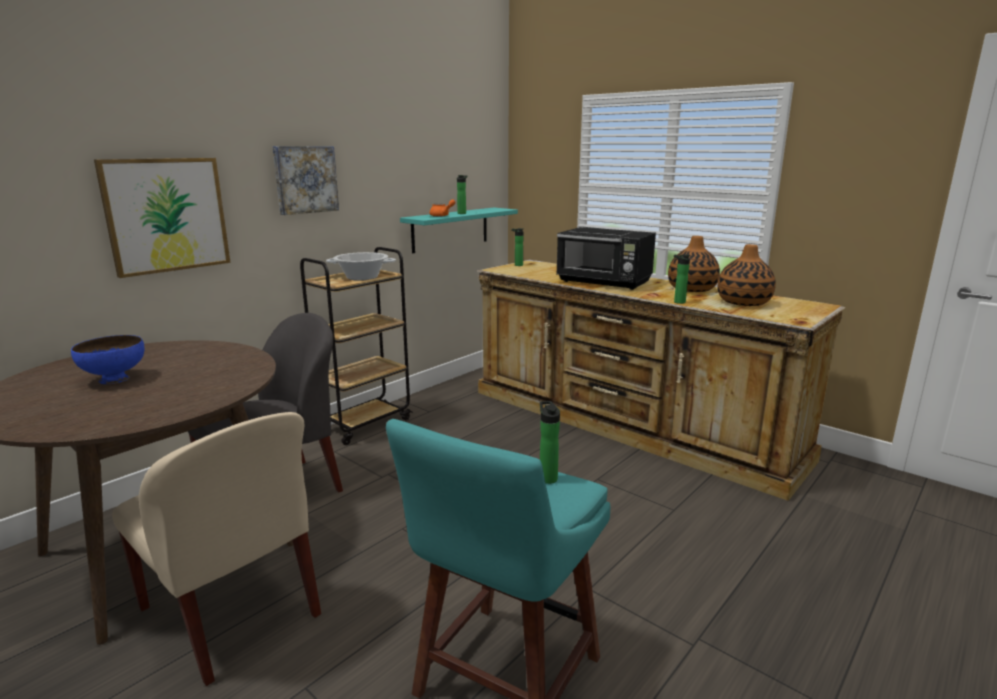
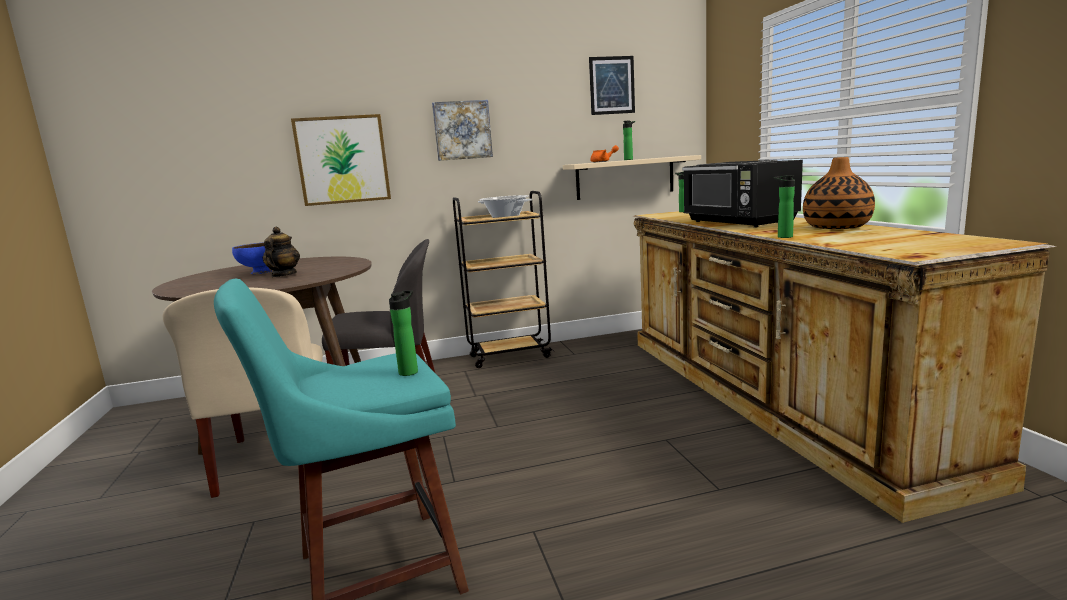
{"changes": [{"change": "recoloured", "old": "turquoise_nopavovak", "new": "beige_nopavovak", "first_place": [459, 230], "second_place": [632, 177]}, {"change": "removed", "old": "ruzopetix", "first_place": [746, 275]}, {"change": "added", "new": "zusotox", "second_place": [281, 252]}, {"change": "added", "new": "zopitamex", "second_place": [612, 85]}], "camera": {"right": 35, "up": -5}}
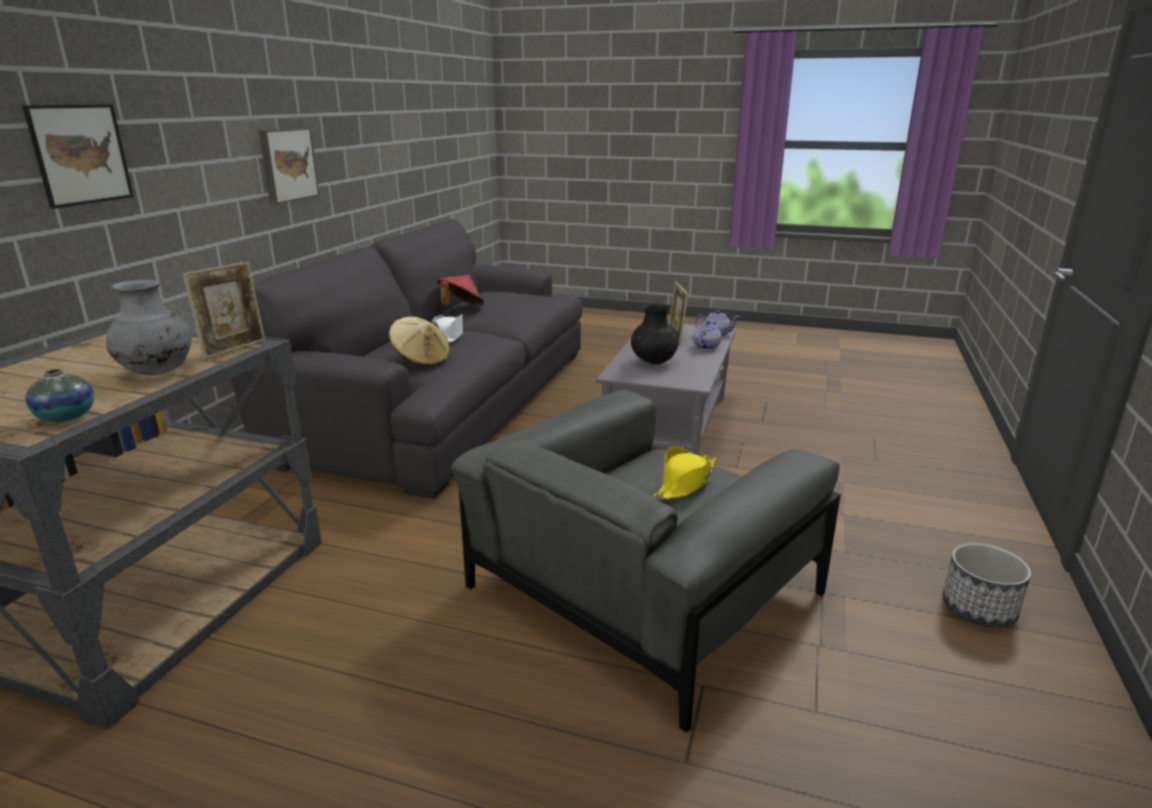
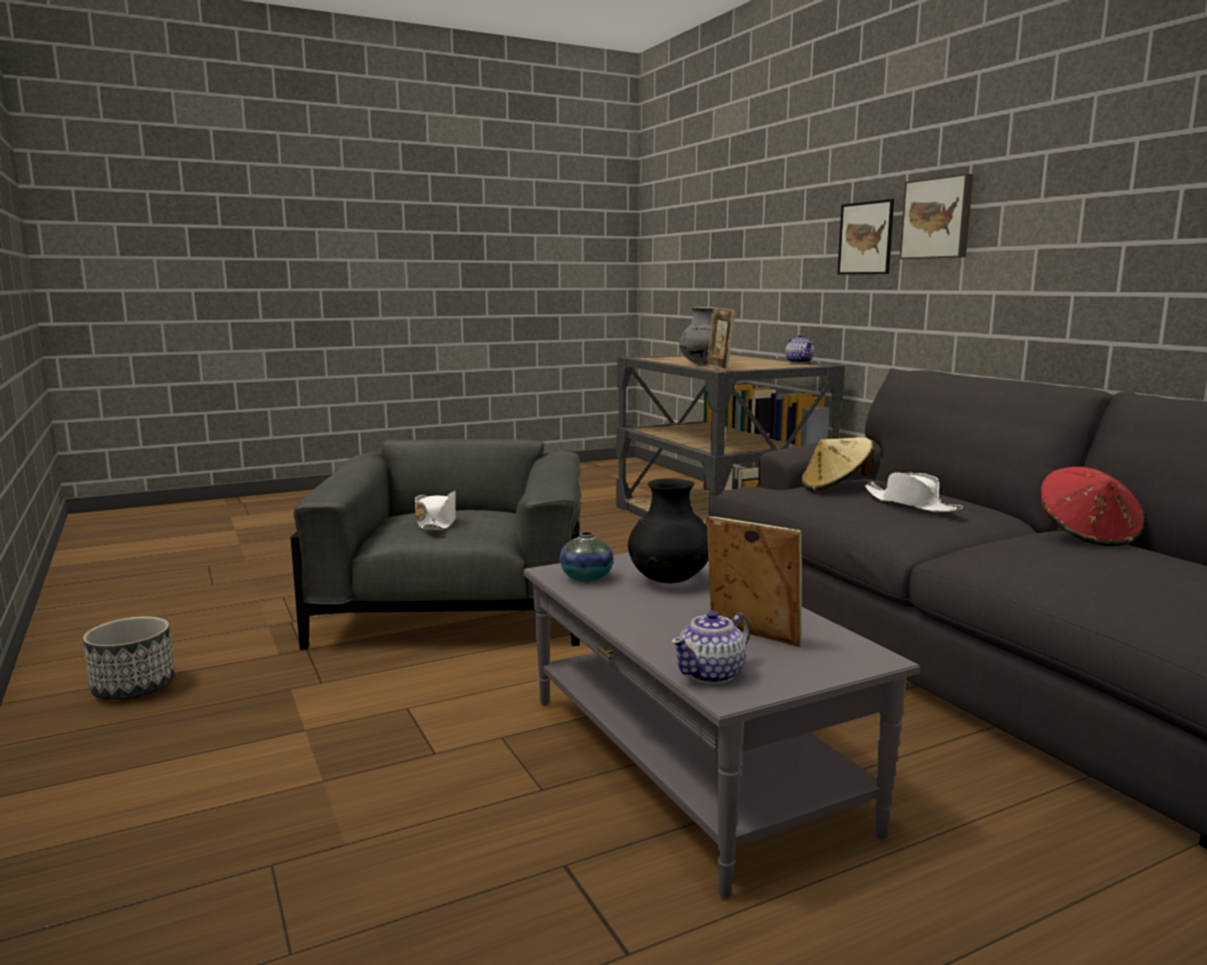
{"changes": [{"change": "moved", "old": "ruzopetix", "first_place": [59, 395], "second_place": [586, 557]}, {"change": "moved", "old": "zopitamex", "first_place": [289, 166], "second_place": [936, 216]}, {"change": "recoloured", "old": "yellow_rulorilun", "new": "white_rulorilun", "first_place": [684, 472], "second_place": [435, 510]}, {"change": "moved", "old": "zusotox", "first_place": [707, 335], "second_place": [799, 348]}], "camera": {"right": 135, "up": -10}}
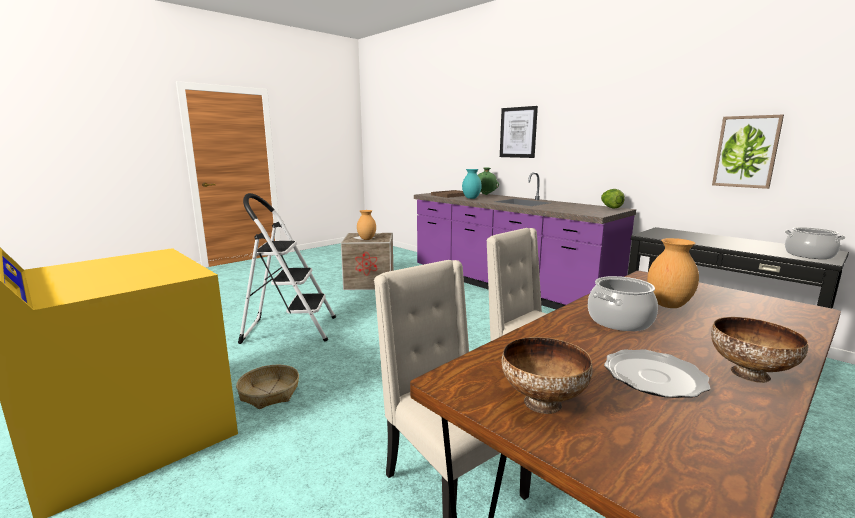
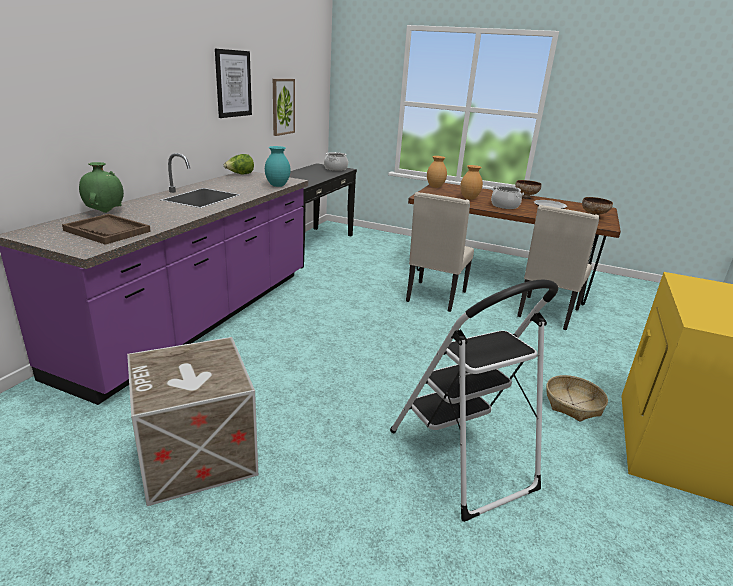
{"changes": [{"change": "moved", "old": "brown_ruzopetix", "first_place": [366, 225], "second_place": [437, 172]}, {"change": "moved", "old": "turquoise_ruzopetix", "first_place": [472, 184], "second_place": [277, 166]}, {"change": "moved", "old": "zopitamex", "first_place": [519, 132], "second_place": [233, 83]}], "camera": {"right": -115, "up": 10}}
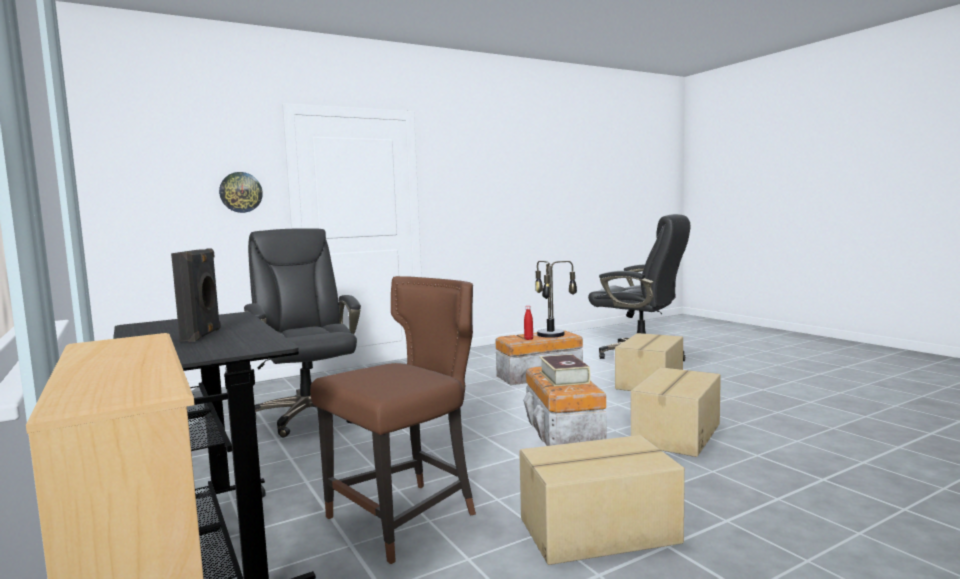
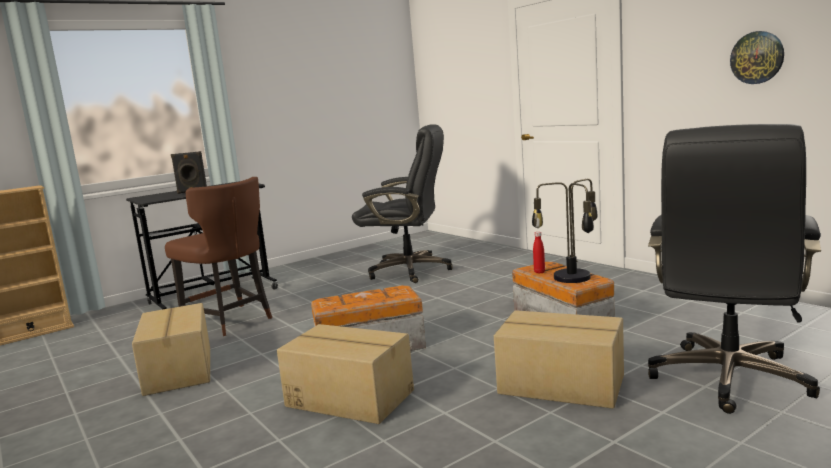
{"changes": [{"change": "moved", "old": "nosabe", "first_place": [241, 192], "second_place": [757, 57]}, {"change": "turned", "old": "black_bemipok", "first_place": [302, 333], "second_place": [402, 203], "degrees": 45}, {"change": "removed", "old": "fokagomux", "first_place": [564, 370]}], "camera": {"right": 85, "up": 5}}
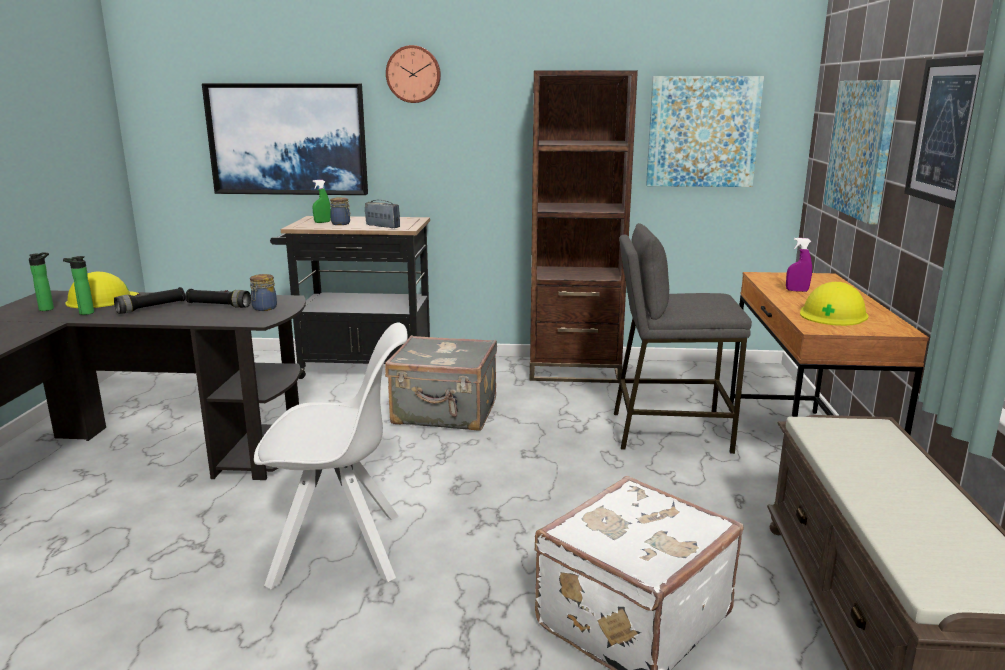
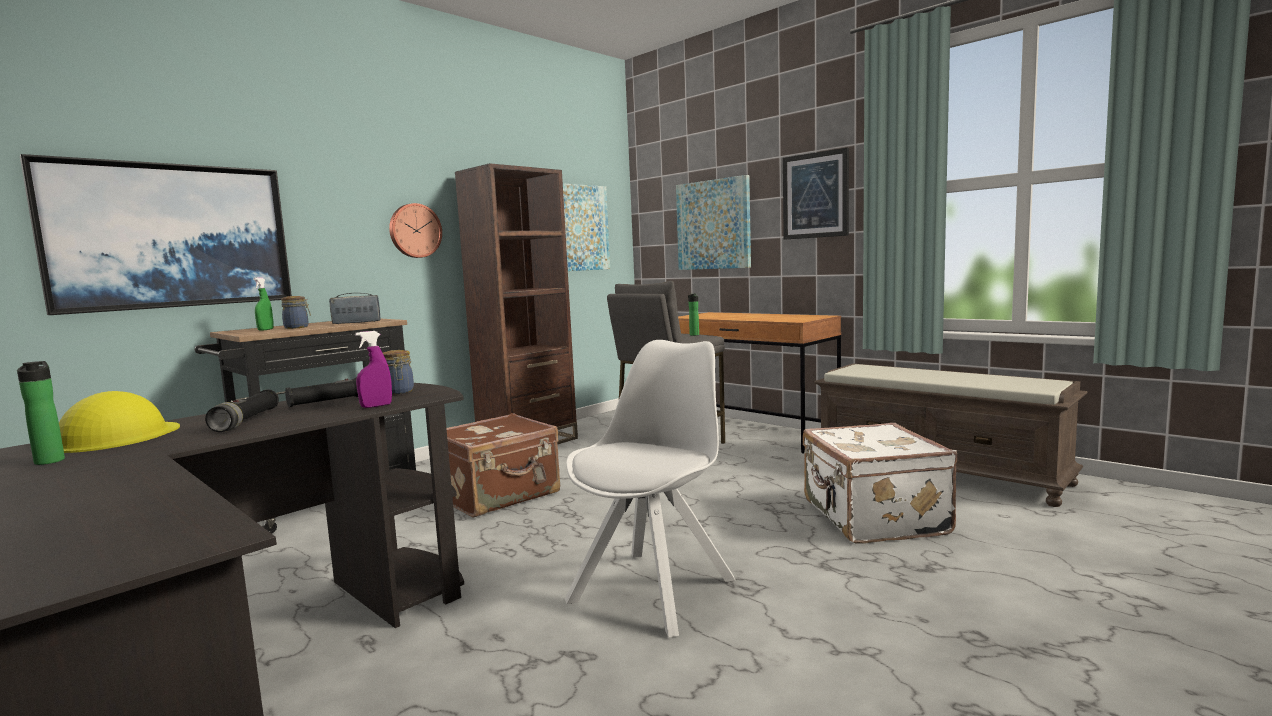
{"changes": [{"change": "moved", "old": "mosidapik", "first_place": [78, 285], "second_place": [693, 315]}, {"change": "recoloured", "old": "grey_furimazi", "new": "brown_furimazi", "first_place": [441, 383], "second_place": [503, 465]}, {"change": "moved", "old": "nosabe", "first_place": [413, 74], "second_place": [415, 230]}, {"change": "moved", "old": "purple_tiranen", "first_place": [799, 265], "second_place": [373, 369]}, {"change": "removed", "old": "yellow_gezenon", "first_place": [834, 304]}], "camera": {"right": -50, "up": -10}}
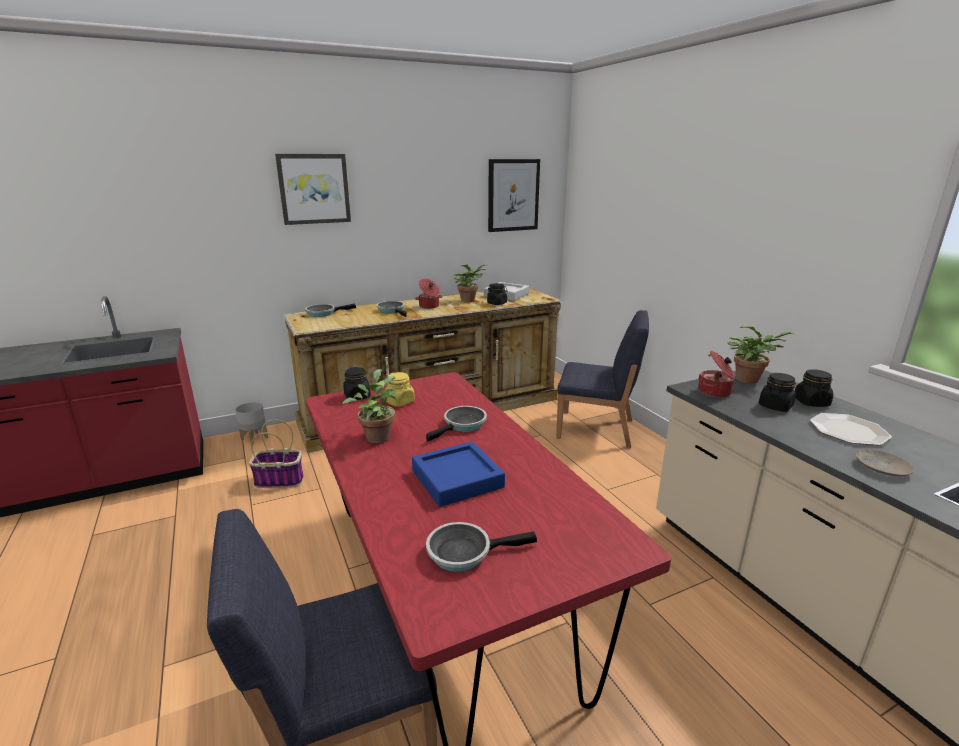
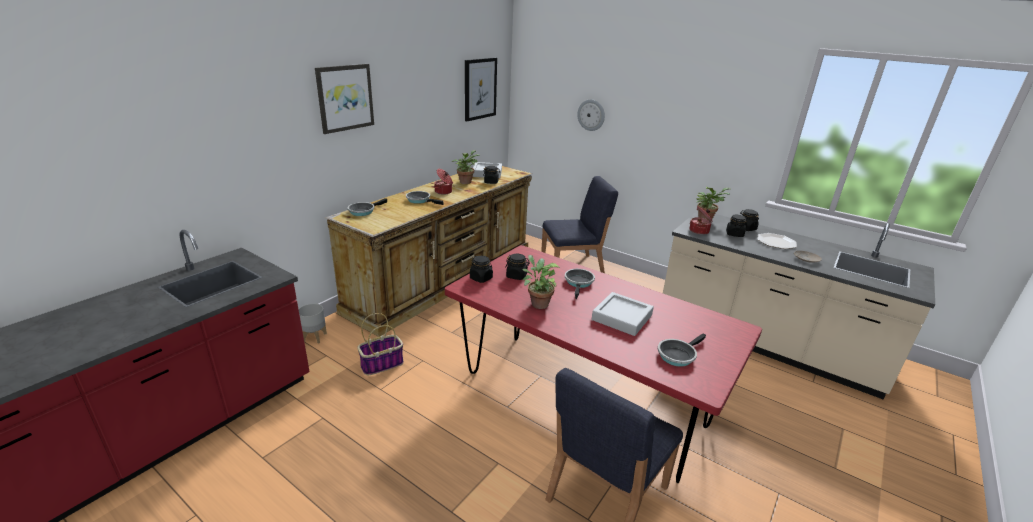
{"changes": [{"change": "recoloured", "old": "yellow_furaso", "new": "black_furaso", "first_place": [399, 389], "second_place": [517, 267]}, {"change": "recoloured", "old": "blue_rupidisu", "new": "grey_rupidisu", "first_place": [458, 474], "second_place": [623, 314]}, {"change": "added", "new": "nosabe", "second_place": [591, 115]}], "camera": {"right": -30, "up": 5}}
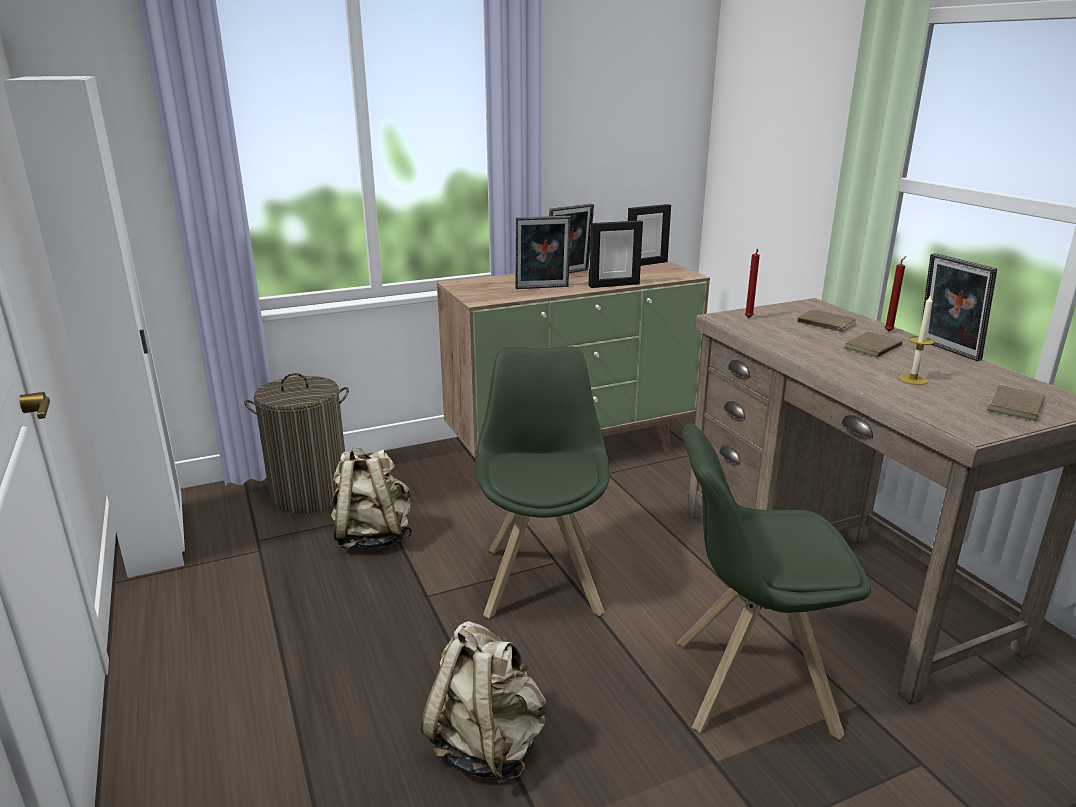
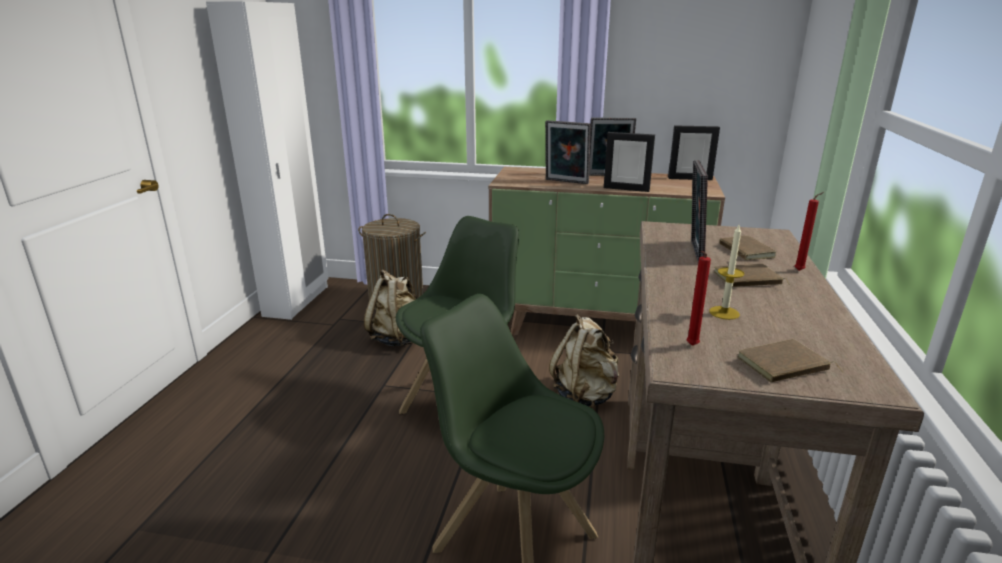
{"changes": [{"change": "moved", "old": "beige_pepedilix", "first_place": [483, 702], "second_place": [584, 361]}, {"change": "moved", "old": "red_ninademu", "first_place": [752, 283], "second_place": [698, 298]}, {"change": "moved", "old": "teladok", "first_place": [959, 307], "second_place": [699, 211]}], "camera": {"right": 35, "up": 0}}
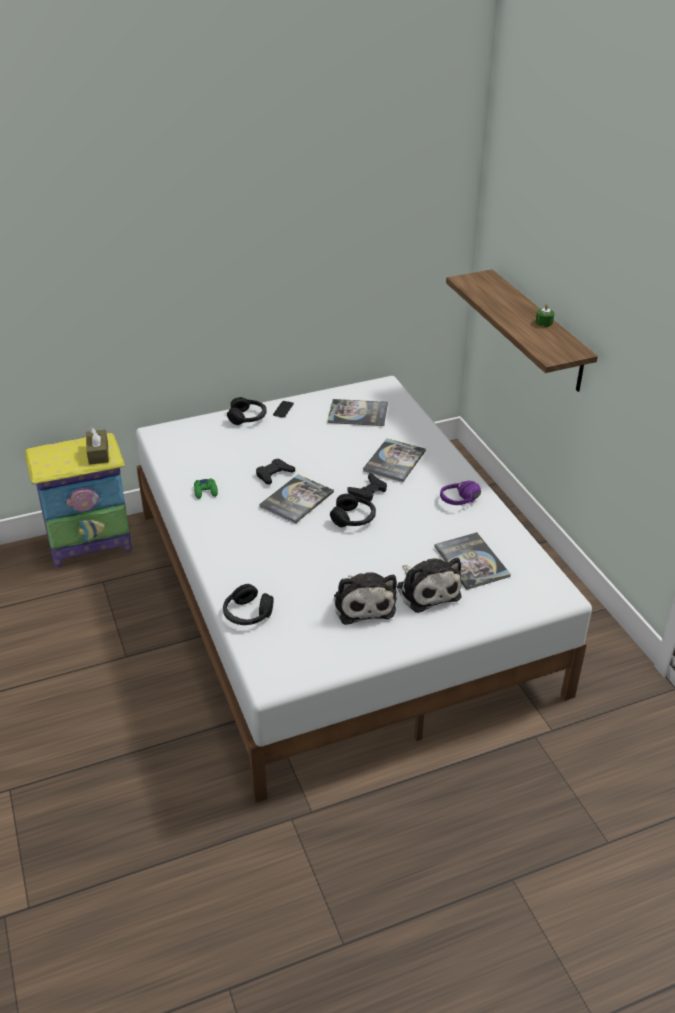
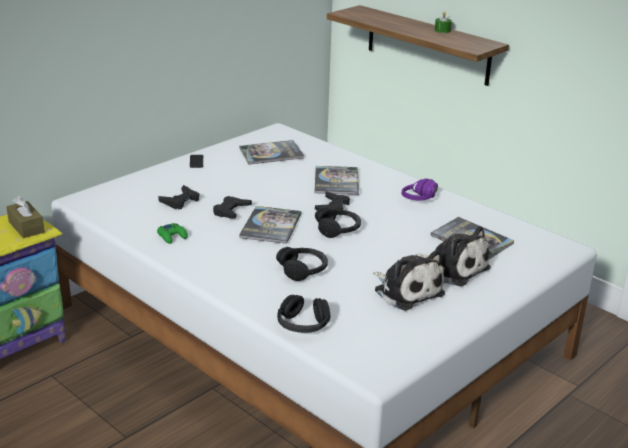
{"changes": [{"change": "moved", "old": "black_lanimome", "first_place": [247, 411], "second_place": [302, 264]}, {"change": "added", "new": "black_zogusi", "second_place": [179, 197]}], "camera": {"right": -25, "up": -10}}
